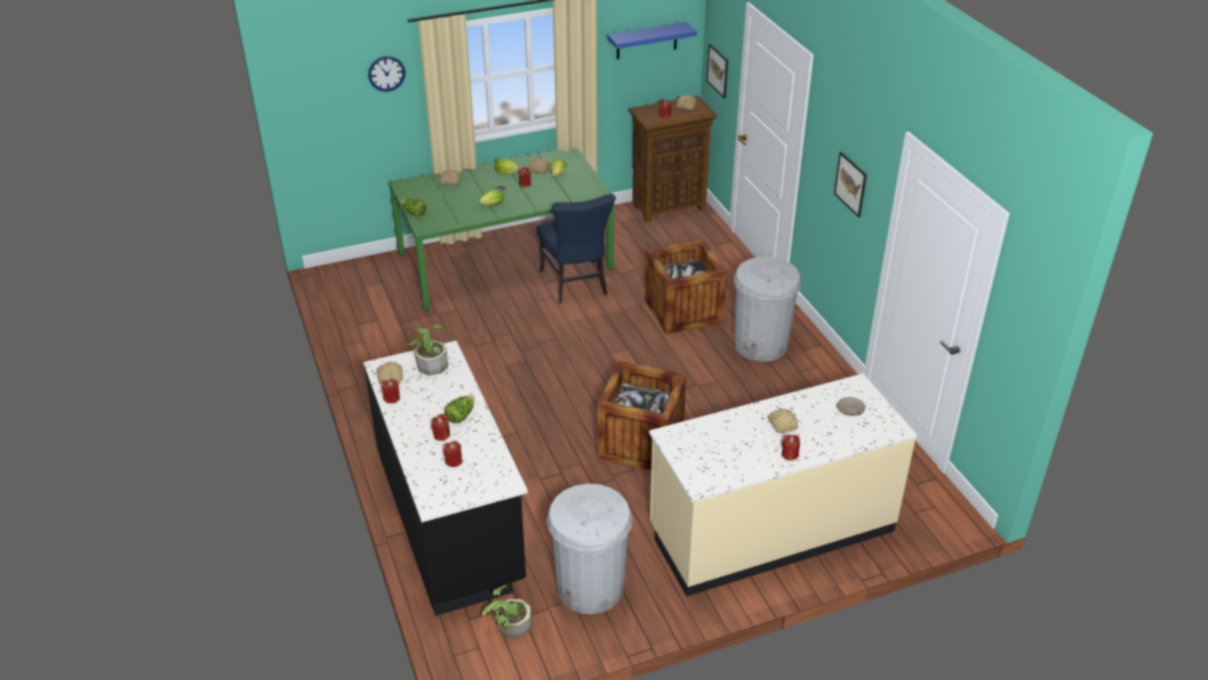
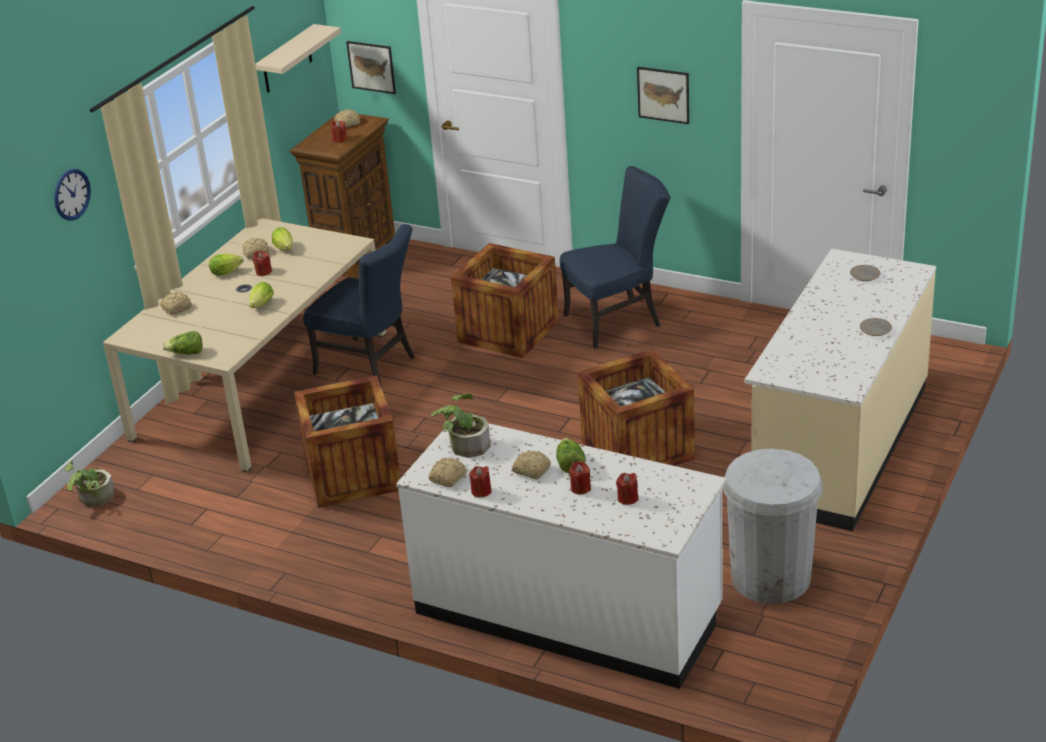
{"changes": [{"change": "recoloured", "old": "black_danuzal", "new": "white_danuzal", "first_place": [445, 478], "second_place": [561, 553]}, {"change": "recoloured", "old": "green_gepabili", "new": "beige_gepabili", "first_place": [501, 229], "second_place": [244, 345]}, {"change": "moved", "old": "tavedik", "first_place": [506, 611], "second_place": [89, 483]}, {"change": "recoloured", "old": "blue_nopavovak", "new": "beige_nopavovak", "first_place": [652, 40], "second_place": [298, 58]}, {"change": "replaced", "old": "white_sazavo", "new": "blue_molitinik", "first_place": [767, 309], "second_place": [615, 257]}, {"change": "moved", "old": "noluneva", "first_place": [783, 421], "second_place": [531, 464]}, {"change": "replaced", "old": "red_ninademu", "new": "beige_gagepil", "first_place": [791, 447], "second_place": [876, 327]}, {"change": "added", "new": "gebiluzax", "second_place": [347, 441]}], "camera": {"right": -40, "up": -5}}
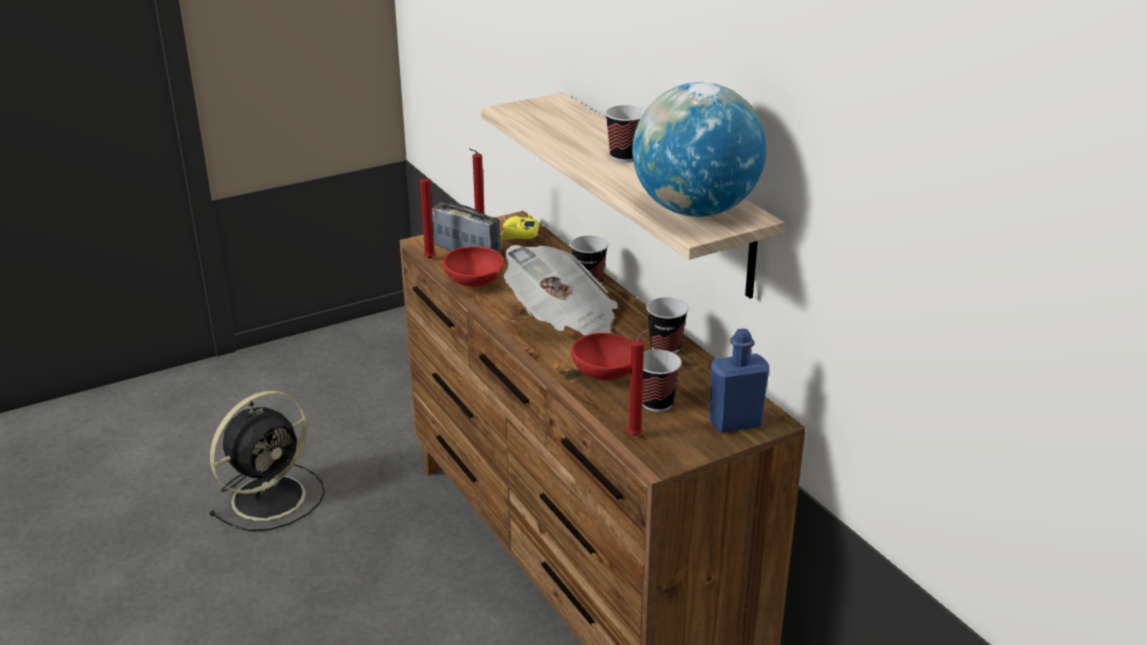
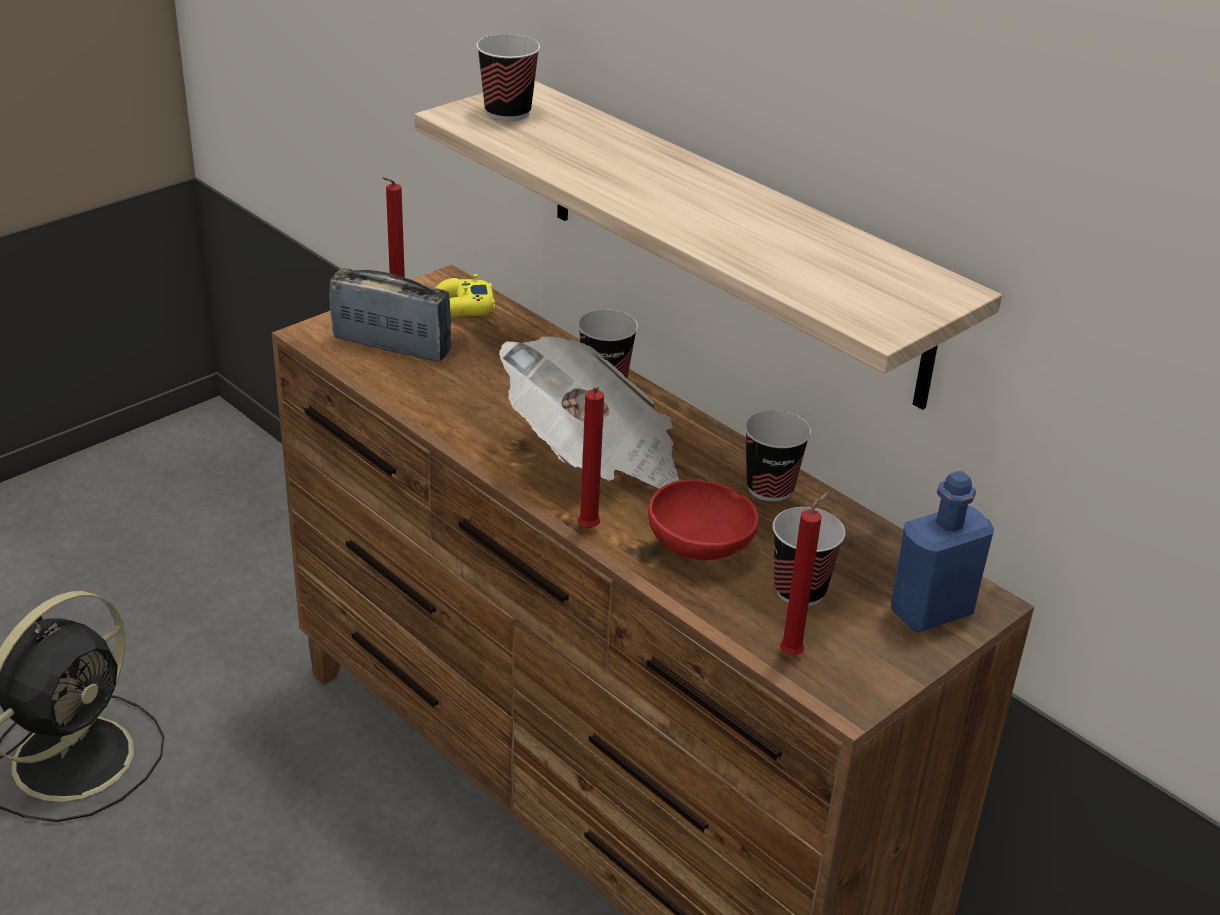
{"changes": [{"change": "moved", "old": "red_ninademu", "first_place": [428, 216], "second_place": [591, 457]}, {"change": "removed", "old": "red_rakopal", "first_place": [473, 266]}, {"change": "moved", "old": "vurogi", "first_place": [625, 134], "second_place": [508, 77]}, {"change": "removed", "old": "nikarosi", "first_place": [699, 149]}], "camera": {"right": -15, "up": 5}}
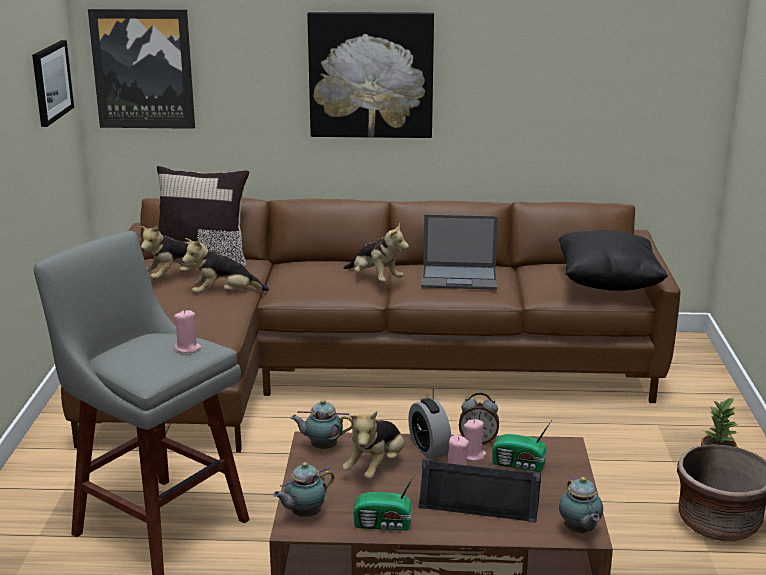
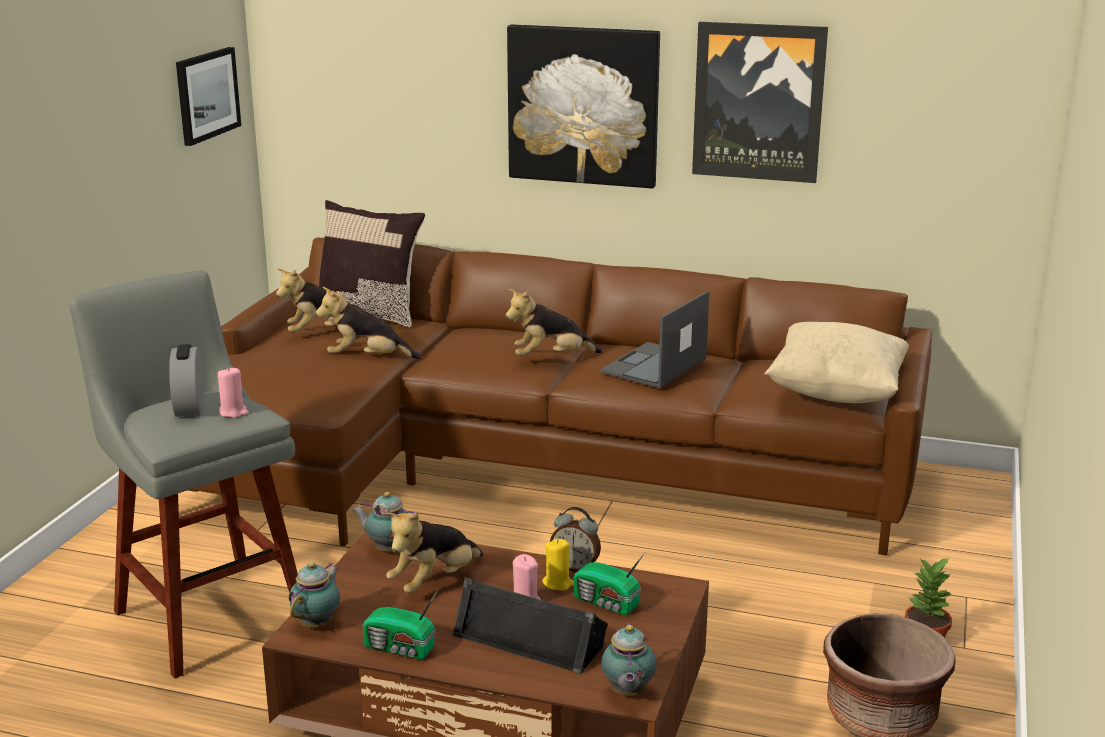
{"changes": [{"change": "moved", "old": "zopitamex", "first_place": [141, 69], "second_place": [760, 102]}, {"change": "turned", "old": "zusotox", "first_place": [303, 489], "second_place": [314, 595], "degrees": 135}, {"change": "turned", "old": "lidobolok", "first_place": [376, 252], "second_place": [554, 322], "degrees": 105}, {"change": "moved", "old": "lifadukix", "first_place": [429, 429], "second_place": [186, 380]}, {"change": "turned", "old": "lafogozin", "first_place": [459, 252], "second_place": [654, 339], "degrees": 105}, {"change": "recoloured", "old": "pink_ninademu", "new": "yellow_ninademu", "first_place": [475, 440], "second_place": [558, 565]}, {"change": "recoloured", "old": "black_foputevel", "new": "beige_foputevel", "first_place": [613, 260], "second_place": [837, 362]}], "camera": {"right": 15, "up": 0}}
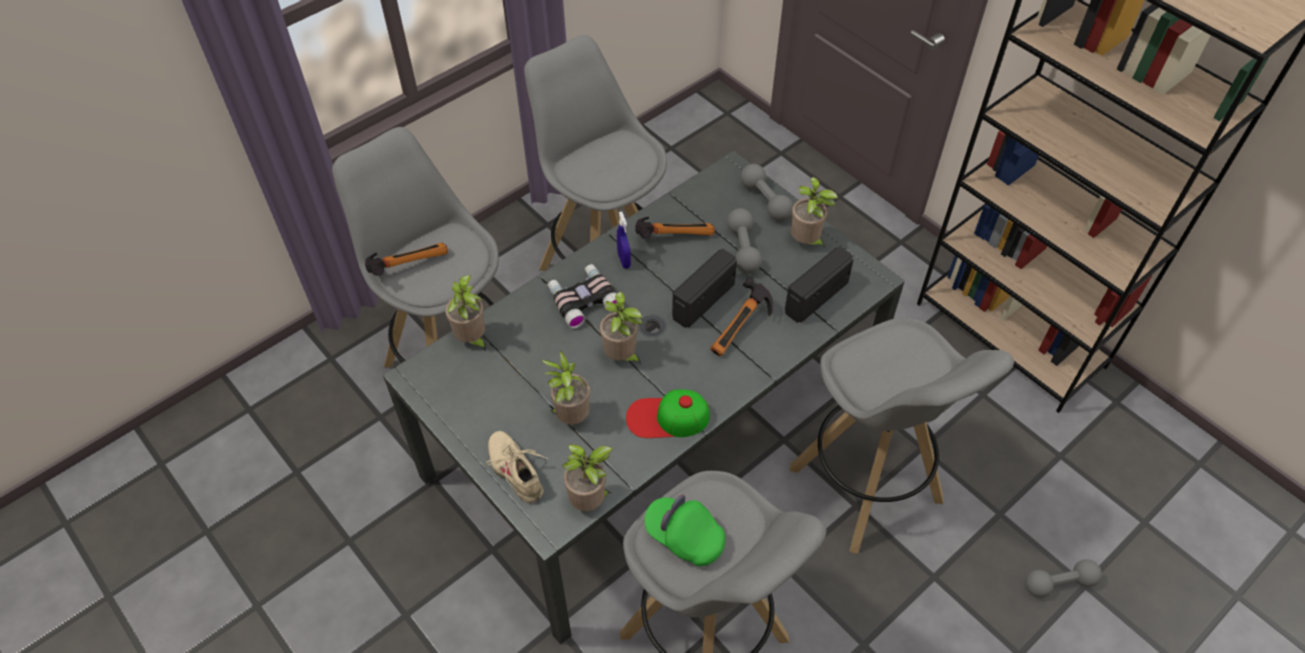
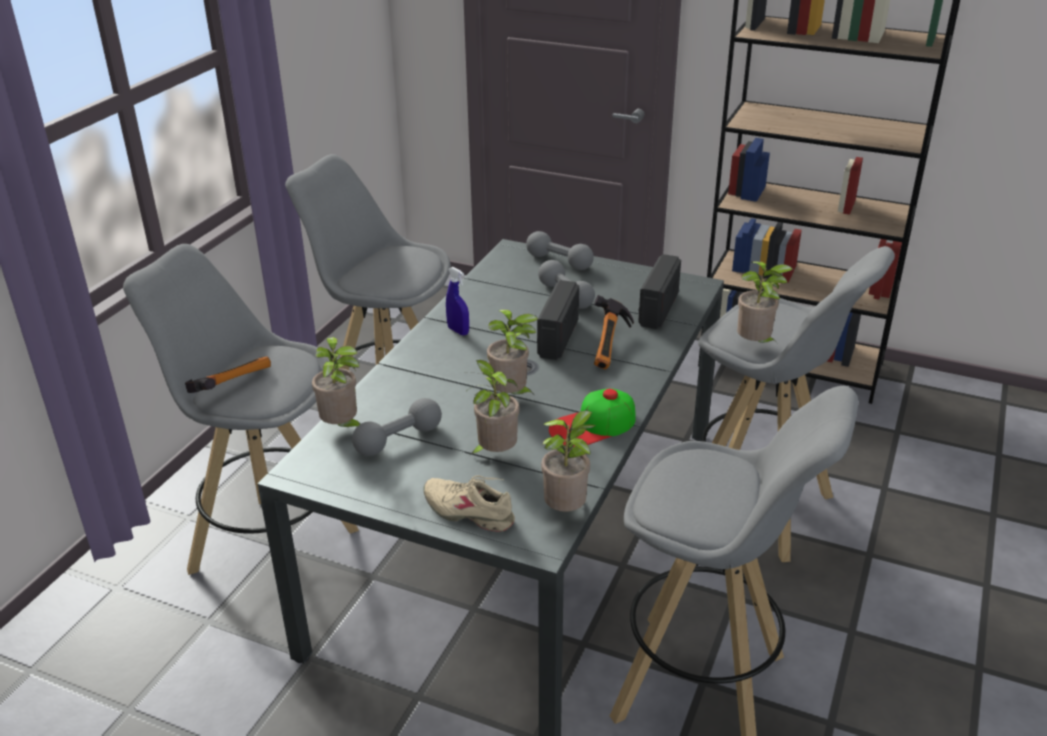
{"changes": [{"change": "removed", "old": "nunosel", "first_place": [582, 296]}, {"change": "removed", "old": "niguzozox", "first_place": [675, 228]}, {"change": "removed", "old": "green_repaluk", "first_place": [685, 530]}, {"change": "moved", "old": "tavedik", "first_place": [814, 212], "second_place": [765, 302]}, {"change": "moved", "old": "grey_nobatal", "first_place": [1063, 578], "second_place": [397, 427]}], "camera": {"right": -25, "up": -20}}
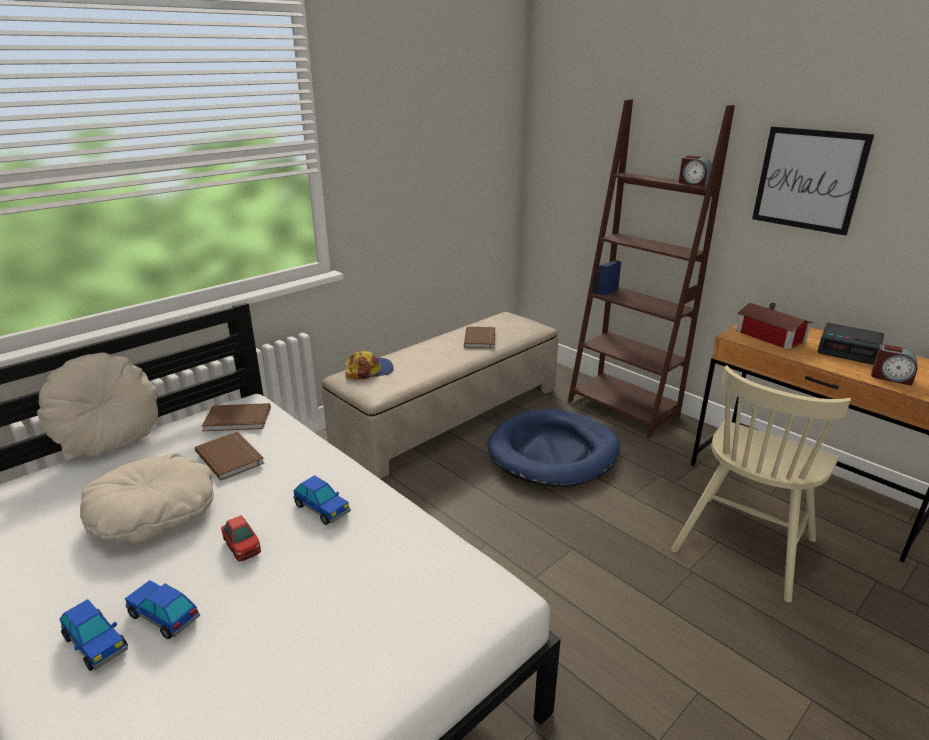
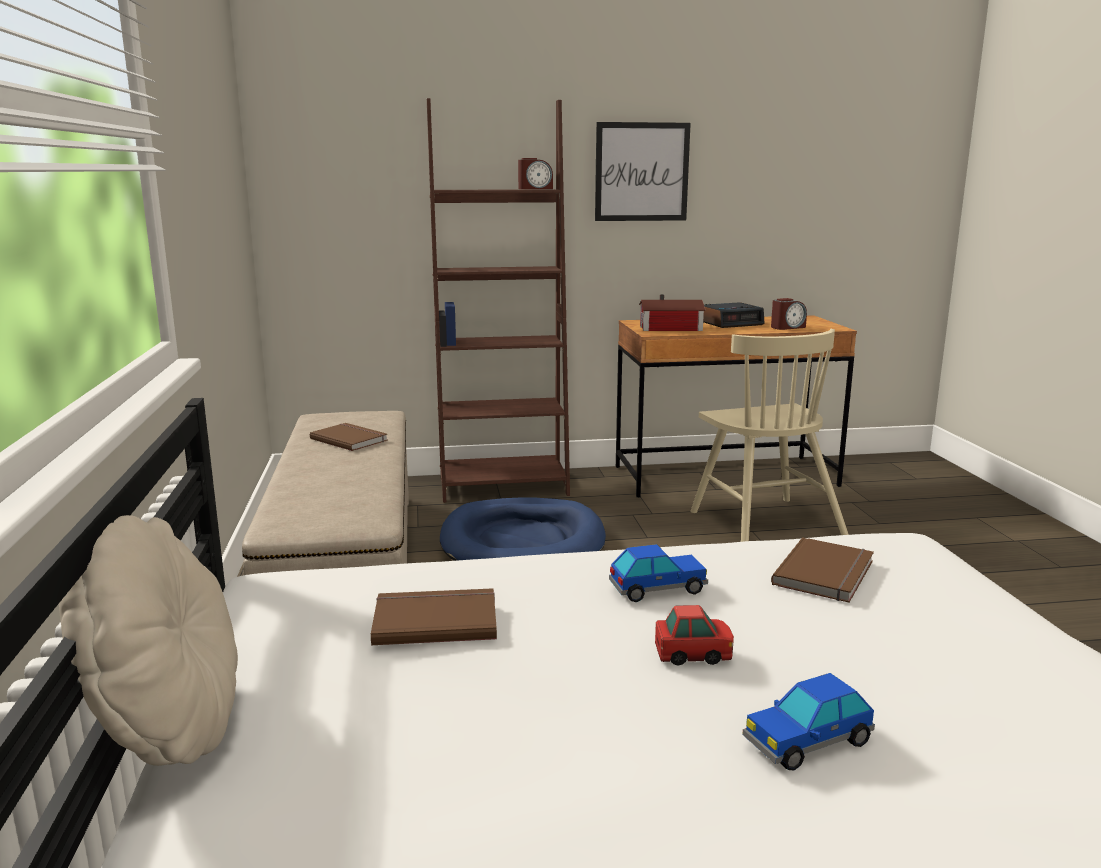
{"changes": [{"change": "removed", "old": "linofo", "first_place": [93, 635]}, {"change": "removed", "old": "beige_foputevel", "first_place": [147, 498]}, {"change": "moved", "old": "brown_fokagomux", "first_place": [236, 417], "second_place": [822, 570]}, {"change": "removed", "old": "repaluk", "first_place": [369, 364]}], "camera": {"right": -55, "up": -10}}
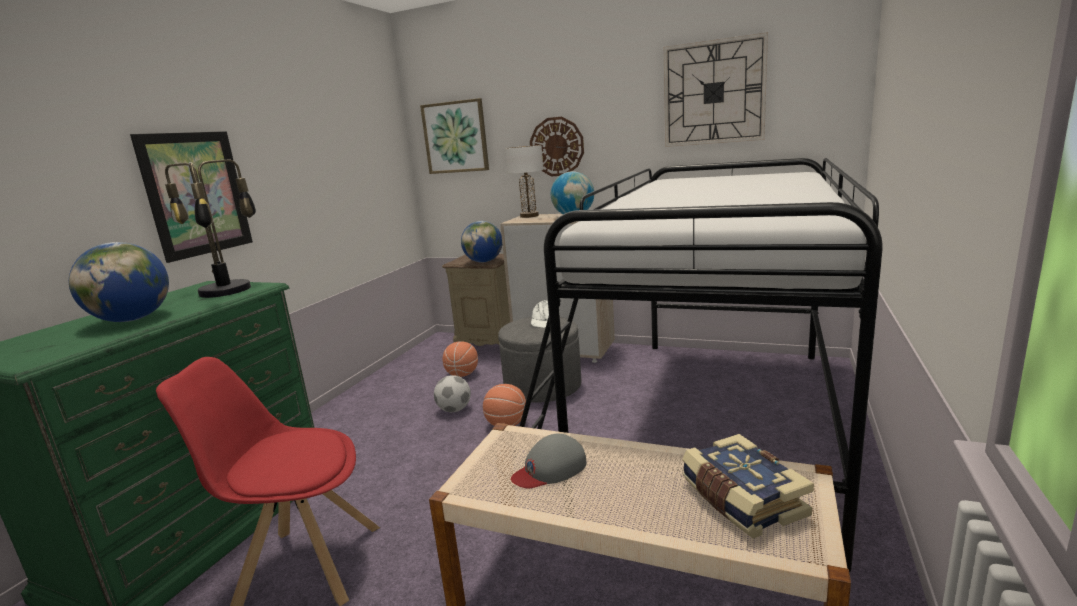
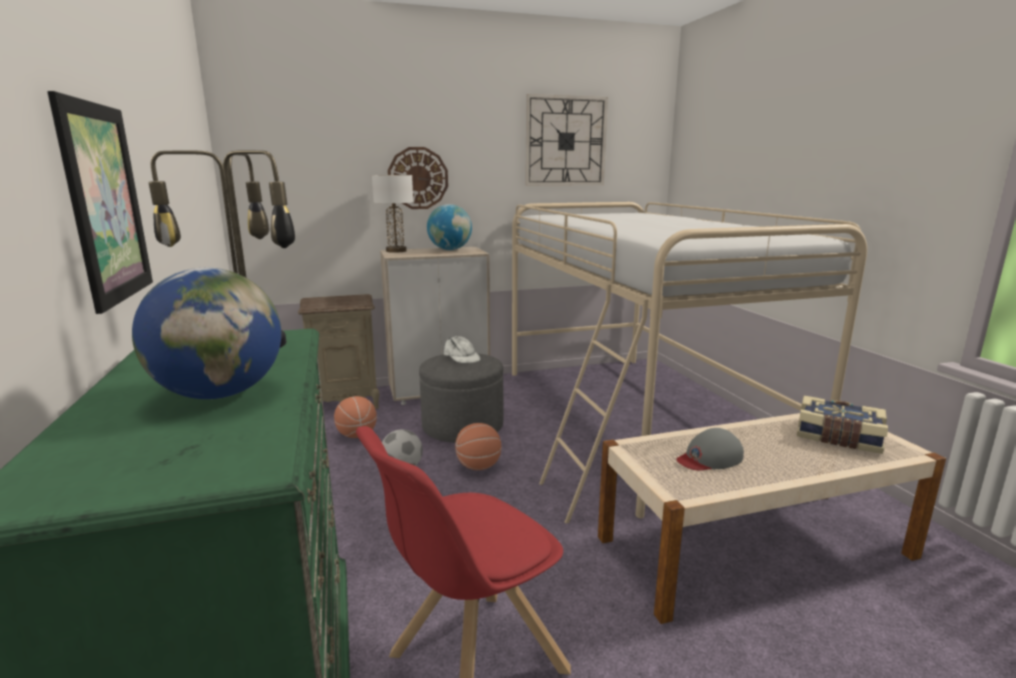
{"changes": [{"change": "removed", "old": "zopitamex", "first_place": [454, 136]}, {"change": "removed", "old": "nikarosi", "first_place": [481, 242]}, {"change": "turned", "old": "grey_repaluk", "first_place": [549, 460], "second_place": [710, 449], "degrees": 45}, {"change": "recoloured", "old": "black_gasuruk", "new": "beige_gasuruk", "first_place": [697, 365], "second_place": [689, 362]}], "camera": {"right": -40, "up": 0}}
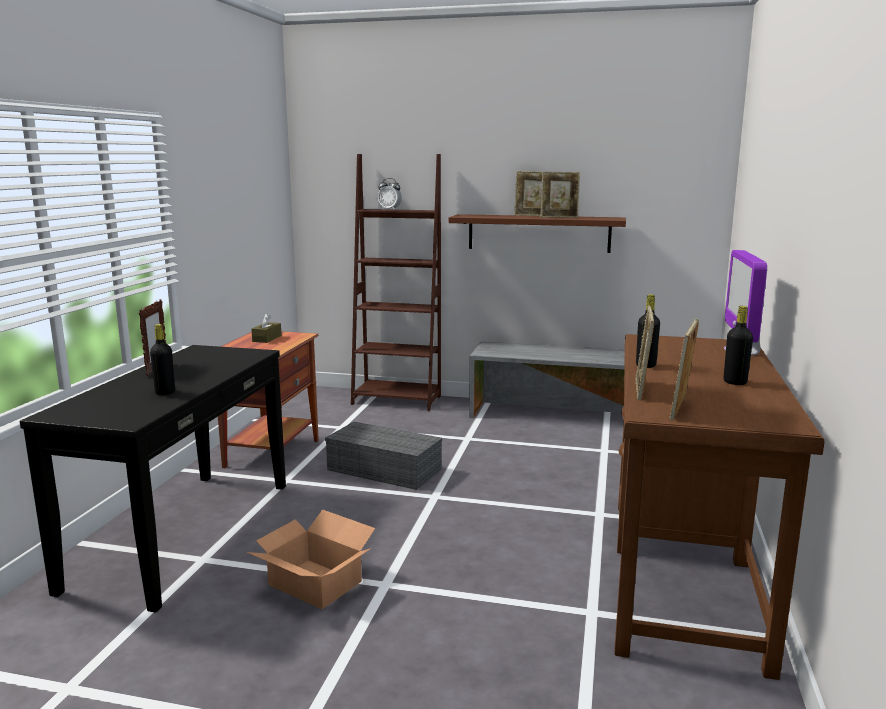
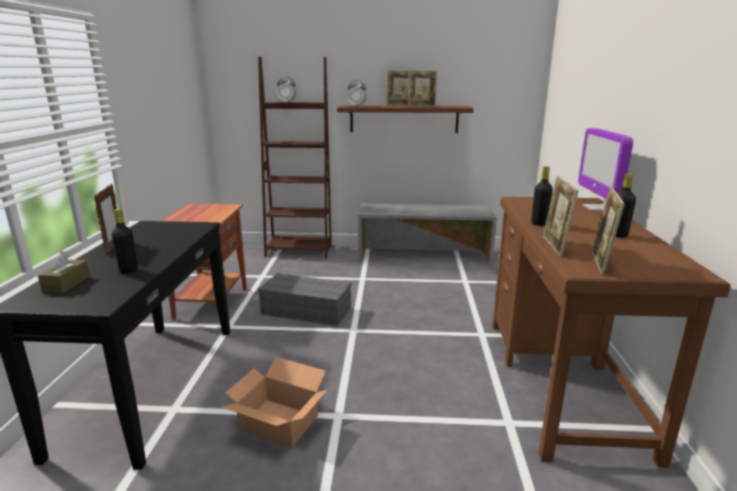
{"changes": [{"change": "moved", "old": "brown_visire", "first_place": [266, 328], "second_place": [64, 272]}, {"change": "added", "new": "lifadukix", "second_place": [357, 93]}], "camera": {"right": -10, "up": 5}}
